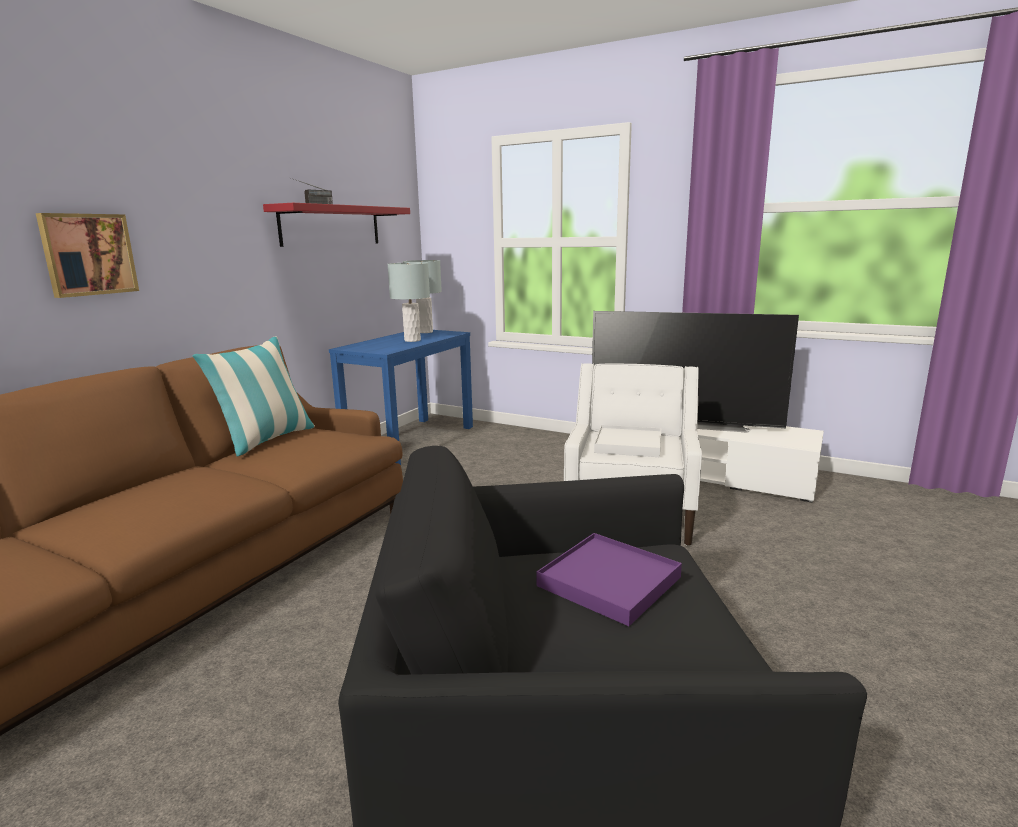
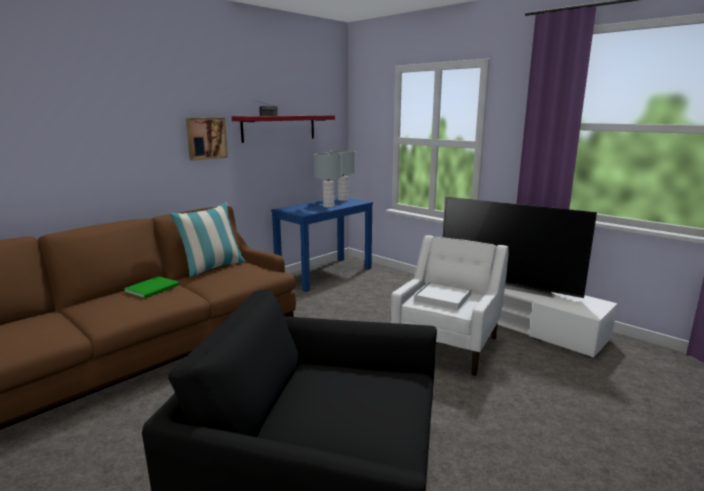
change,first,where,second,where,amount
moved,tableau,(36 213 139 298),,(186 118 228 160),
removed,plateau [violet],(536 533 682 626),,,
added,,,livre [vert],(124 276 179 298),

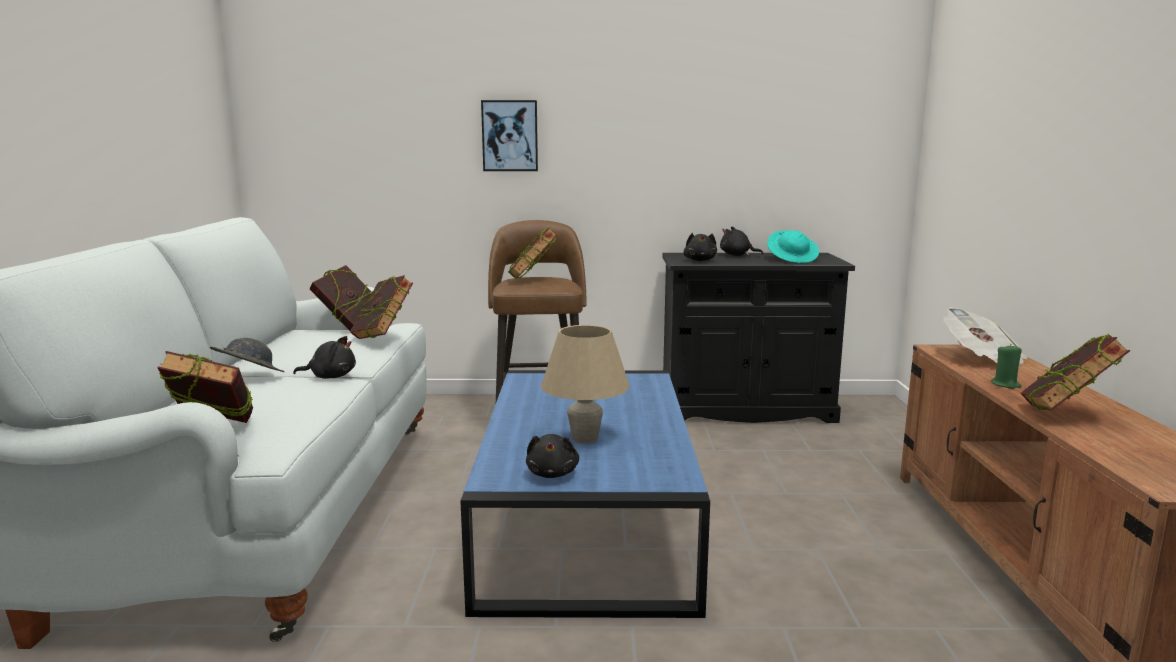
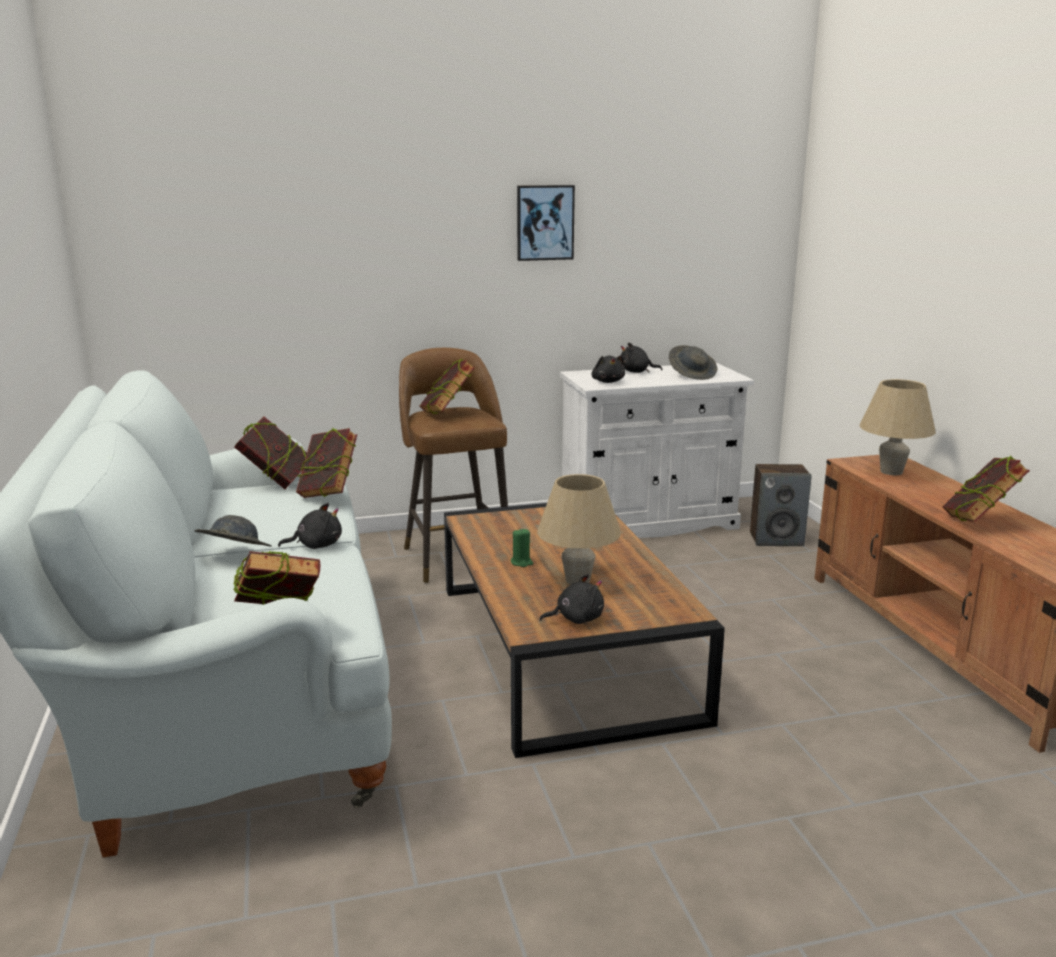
change,first,where,second,where,amount
moved,tableau,(481 100 538 171),,(517 185 575 261),
recoloured,chapeau [turquoise],(767 230 819 263),chapeau [gris],(669 345 717 380),
recoloured,meuble de rangement [noir],(662 253 855 423),meuble de rangement [blanc],(560 363 754 538),
replaced,journal,(943 307 1027 369),lampe de table [beige],(859 379 936 475),
moved,bougie [vert],(991 344 1022 389),,(511 528 533 567),
recoloured,table basse [bleu],(460 370 710 618),table basse [marron],(444 503 725 758),
turned,peluche [noir],(526 434 579 478),,(539 574 604 624),90 degrees counterclockwise
added,,,enceinte,(750 464 812 546),

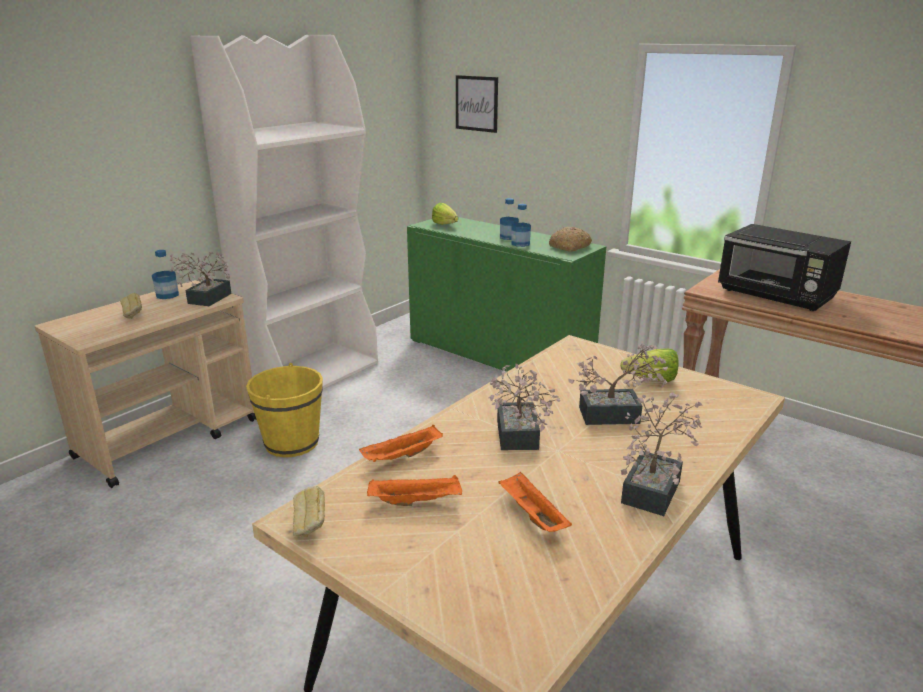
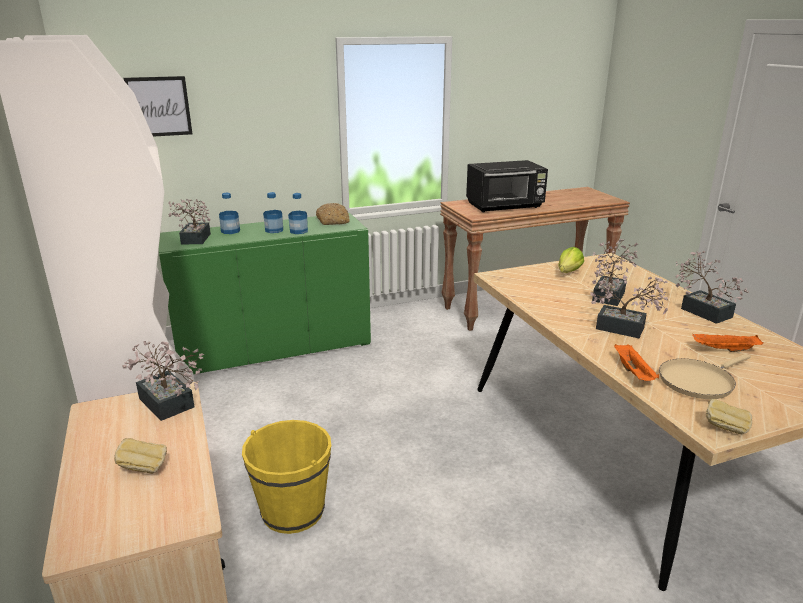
change,first,where,second,where,amount
replaced,laitue,(432 203 458 225),plante en pot,(168 198 211 244),
moved,bouteille,(152 250 179 299),,(219 193 240 234),
replaced,plateau [orange],(367 475 462 506),poêle [beige],(659 354 751 399),

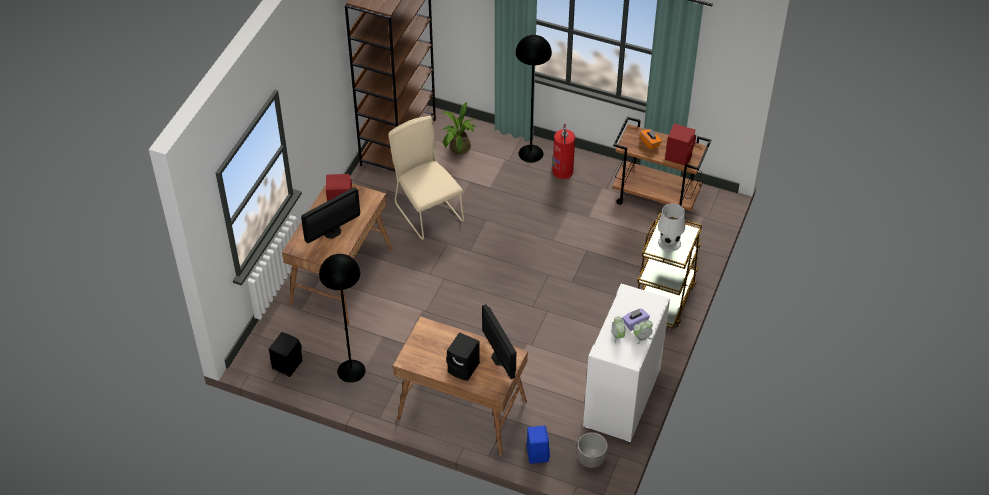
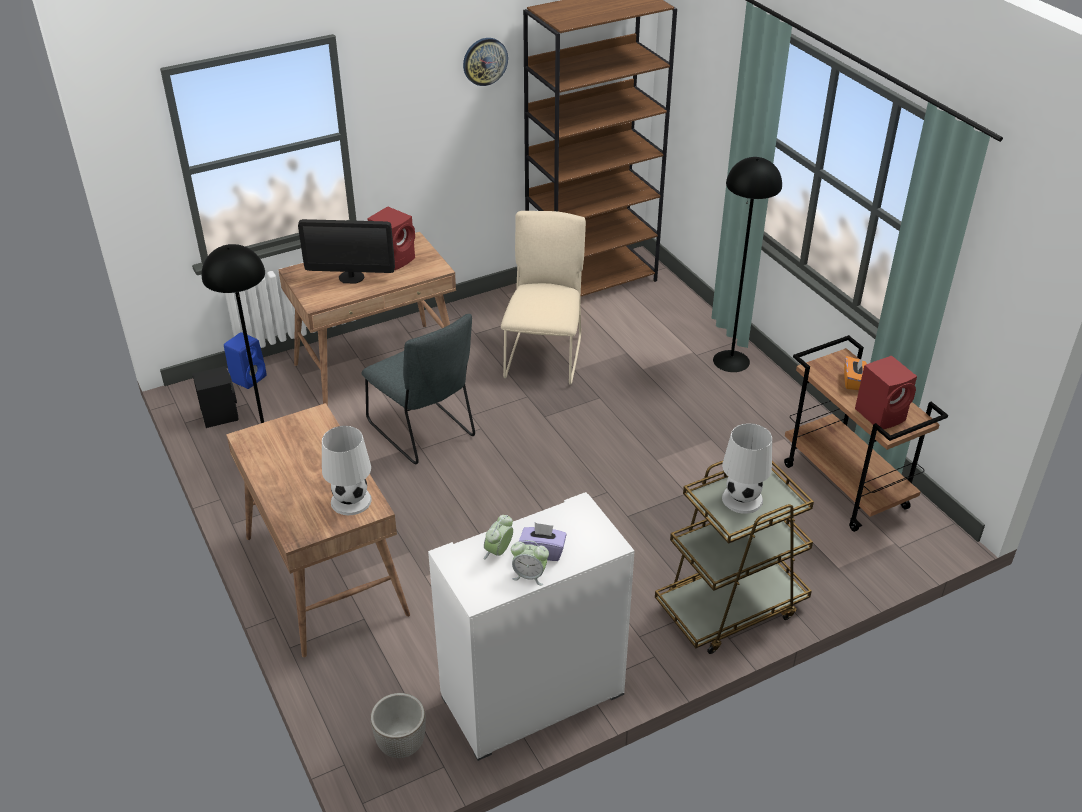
change,first,where,second,where,amount
removed,plante en pot,(442 102 476 155),,,
removed,extincteur,(552 124 575 179),,,
replaced,écran d'ordinateur,(482 304 516 379),lampe de table [blanc],(322 426 372 515),
removed,enceinte [noir],(446 332 480 381),,,
moved,enceinte [bleu],(527 426 550 464),,(224 332 267 389),
added,,,horloge murale,(463 38 508 86),
added,,,chaise [gris],(361 314 475 464),

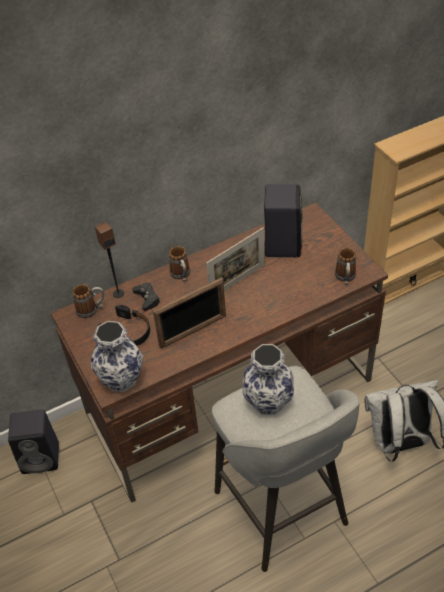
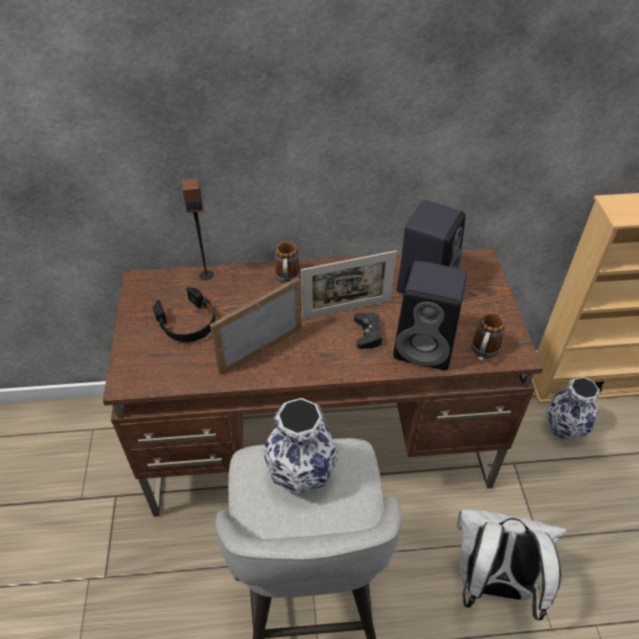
change,first,where,second,where,amount
turned,cadre photo,(153 277 226 349),,(210 277 302 375),150 degrees clockwise
moved,manette [noir],(132 282 161 311),,(354 312 383 349),
removed,mug,(72 284 104 318),,,
moved,vase,(90 321 143 392),,(546 377 600 441),
moved,enceinte [noir],(8 409 59 474),,(393 261 467 370),

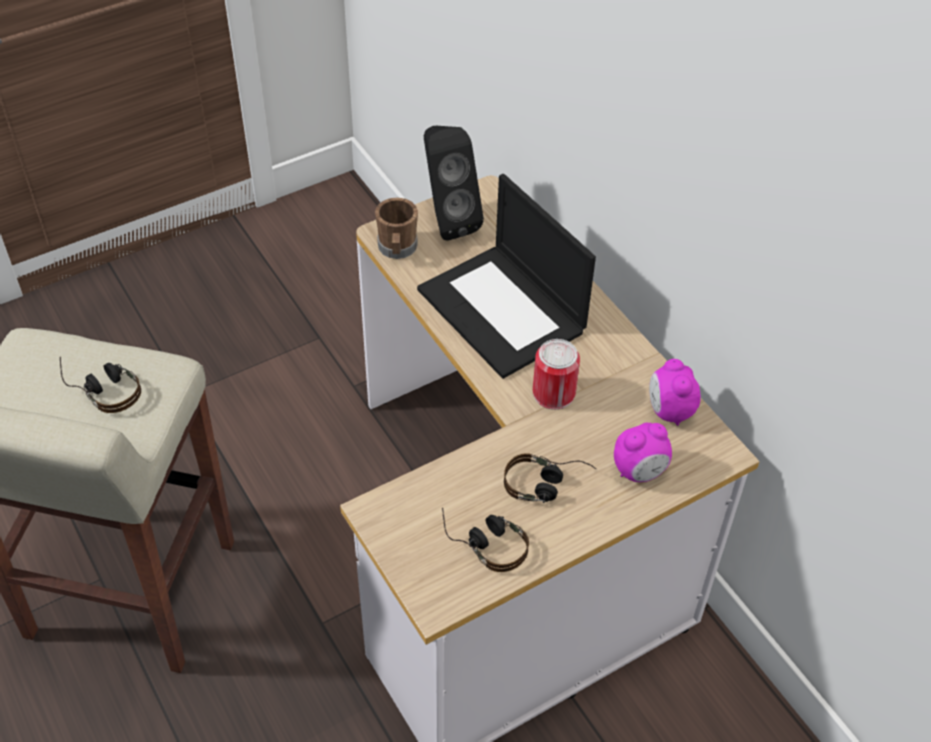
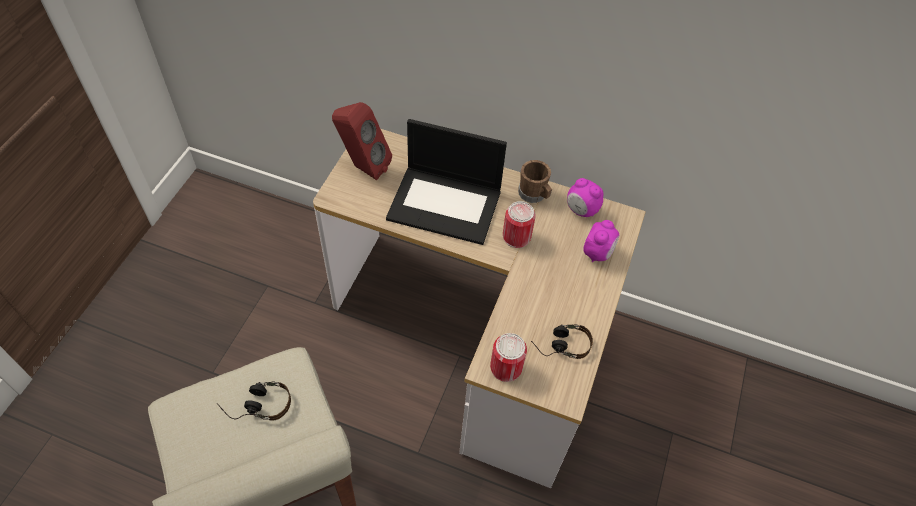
change,first,where,second,where,amount
recoloured,enceinte [noir],(424 126 484 241),enceinte [rouge],(332 102 392 180),
moved,mug [marron],(375 197 418 259),,(518 160 552 203),
removed,casque audio,(504 453 596 503),,,
added,,,boîte métallique,(490 333 527 382),

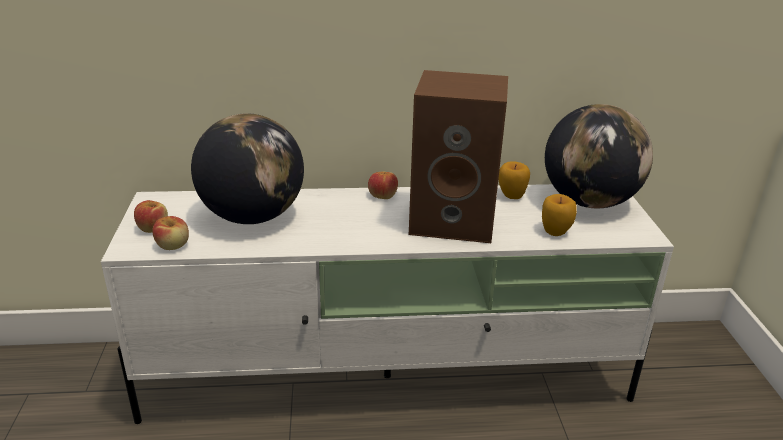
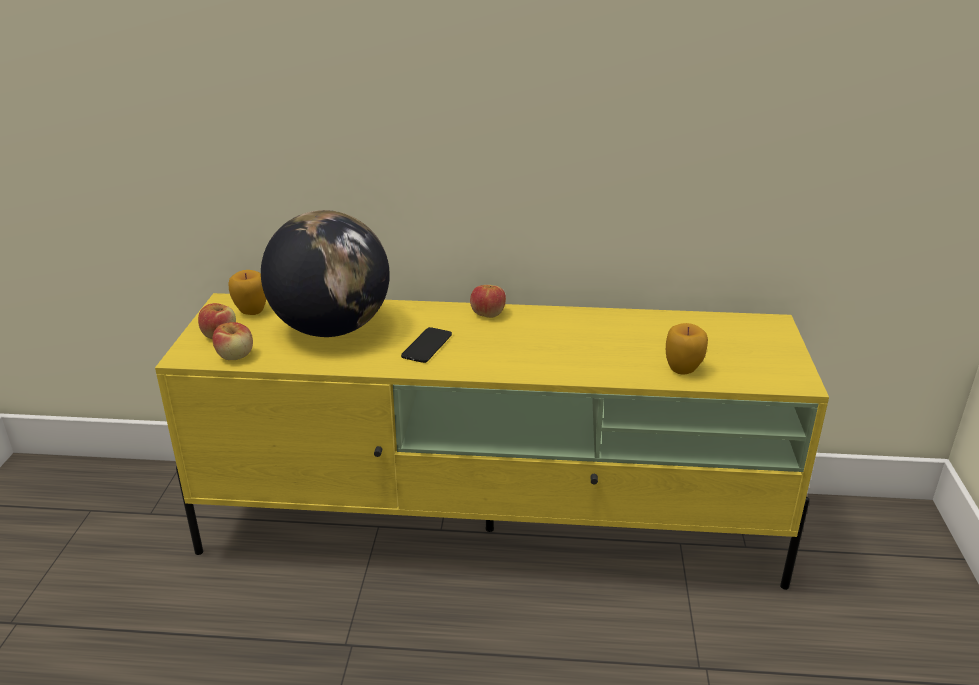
change,first,where,second,where,amount
removed,enceinte [marron],(409 70 508 243),,,
removed,globe,(545 104 653 208),,,
moved,pomme,(499 161 530 199),,(228 270 266 315),
recoloured,meuble télé [blanc],(101 184 674 424),meuble télé [jaune],(155 293 829 590),
added,,,téléphone,(401 327 452 363),

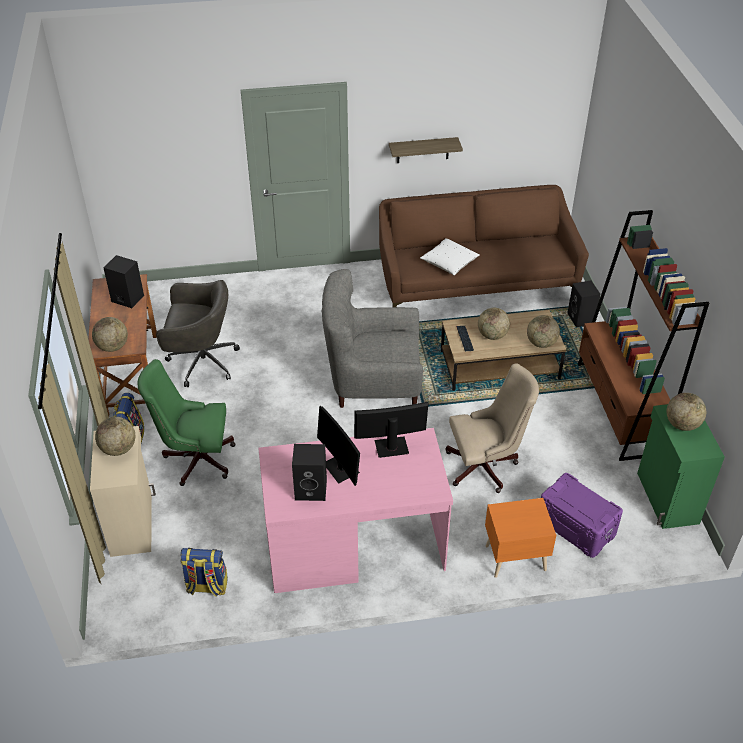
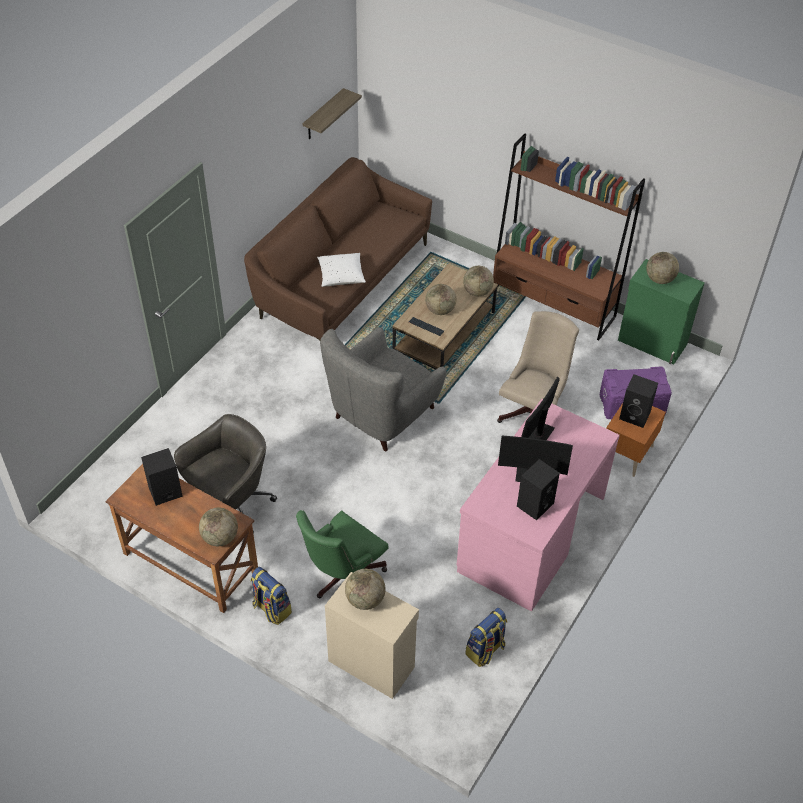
change,first,where,second,where,amount
moved,étagère,(389 137 463 163),,(303 88 362 139),
moved,enceinte [noir],(567 280 600 327),,(619 374 658 428),

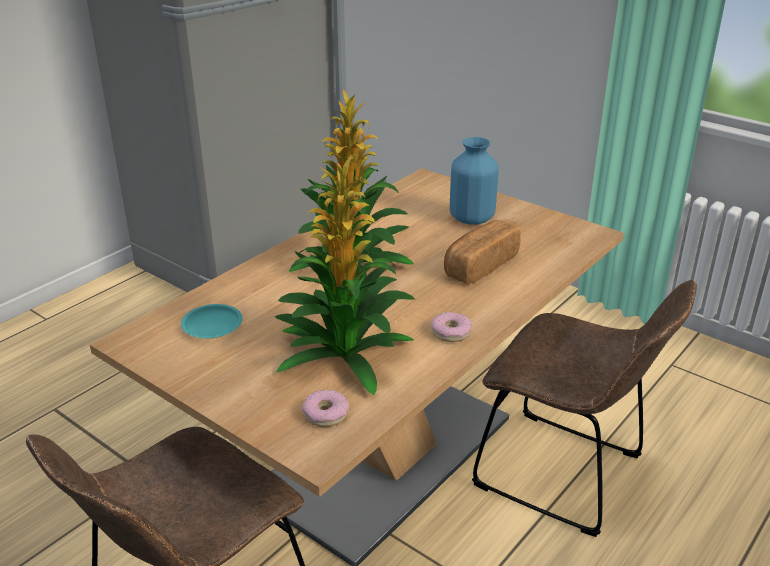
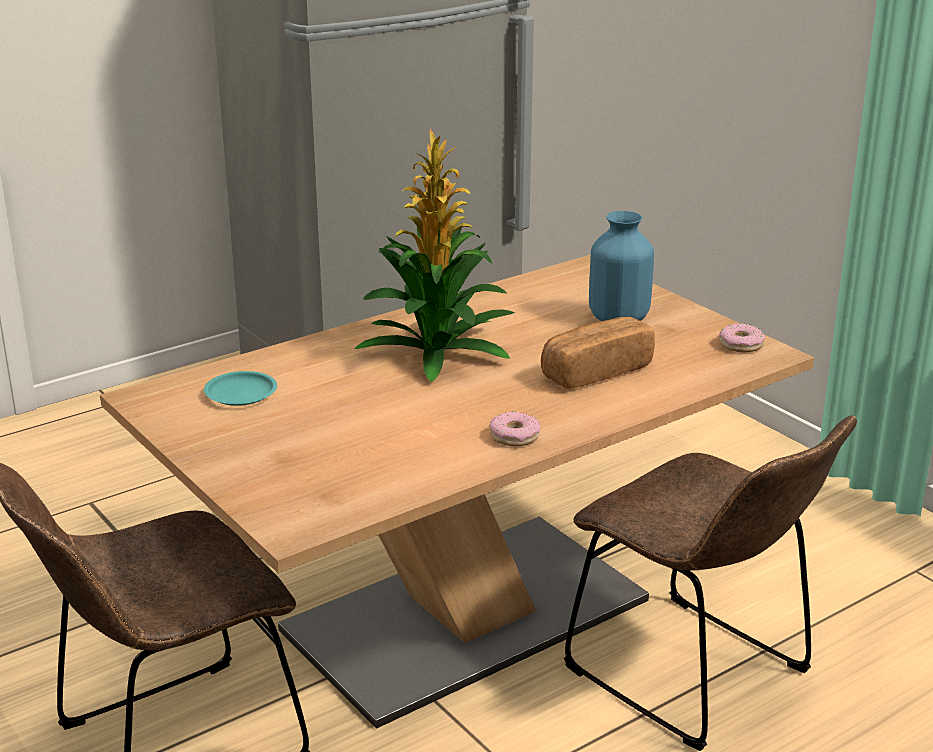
change,first,where,second,where,amount
removed,plante en pot,(274 154 415 395),,,
moved,beignet,(302 390 349 427),,(719 323 765 352),

